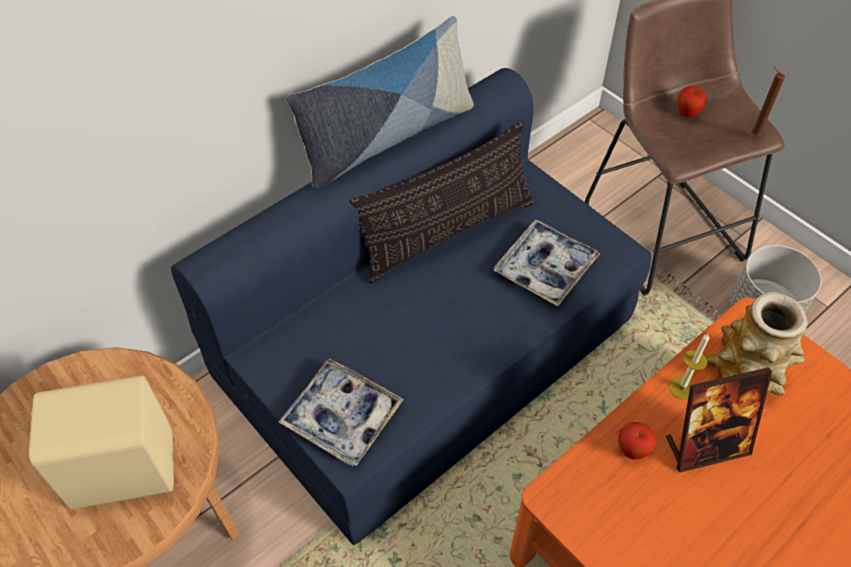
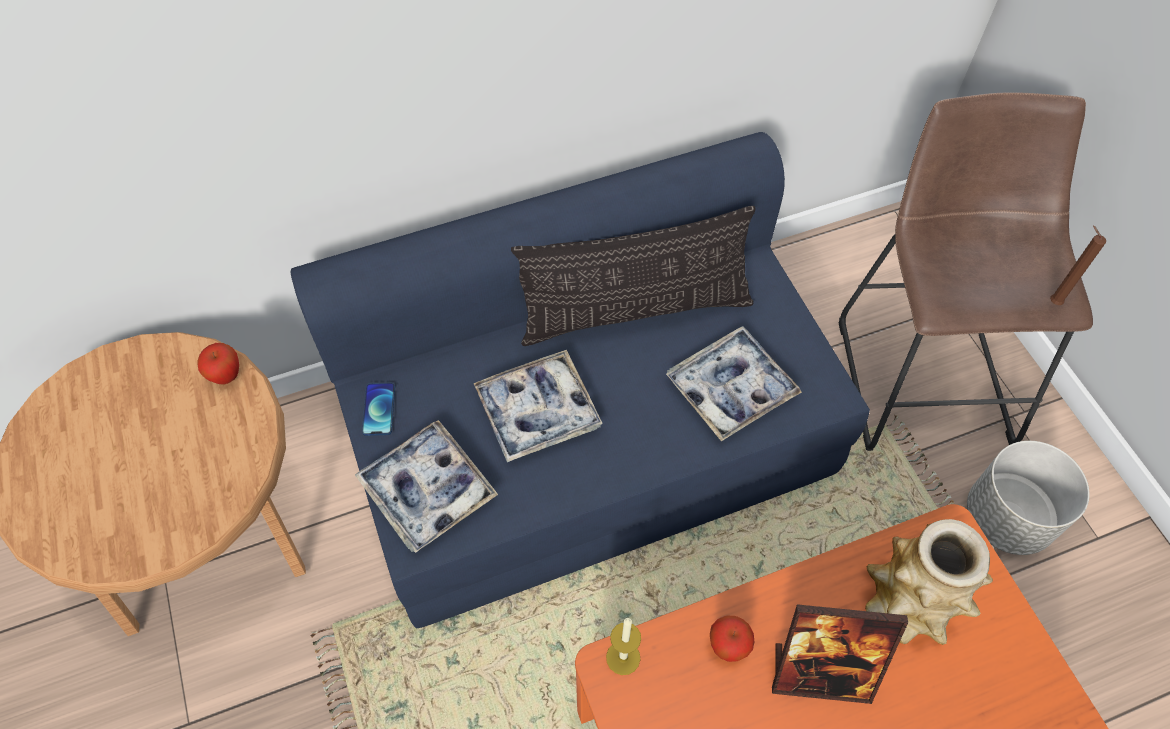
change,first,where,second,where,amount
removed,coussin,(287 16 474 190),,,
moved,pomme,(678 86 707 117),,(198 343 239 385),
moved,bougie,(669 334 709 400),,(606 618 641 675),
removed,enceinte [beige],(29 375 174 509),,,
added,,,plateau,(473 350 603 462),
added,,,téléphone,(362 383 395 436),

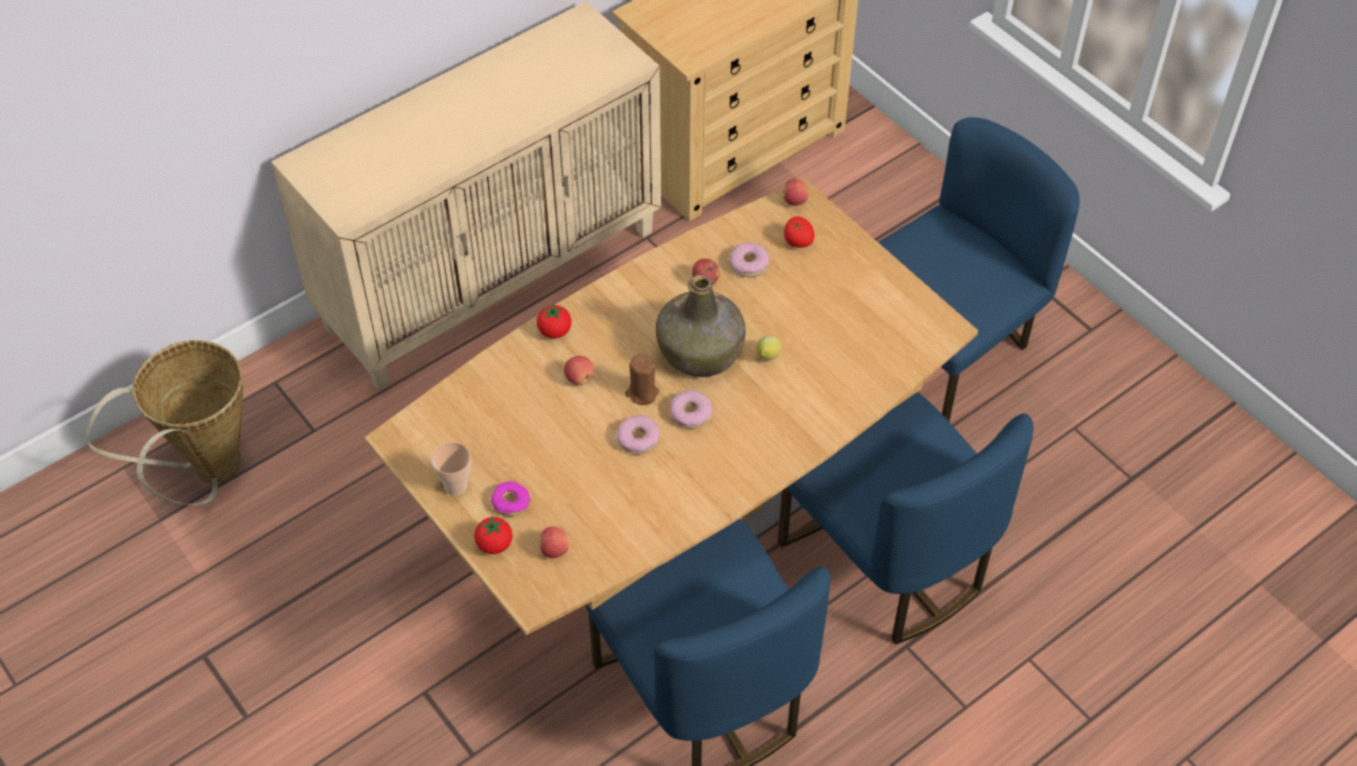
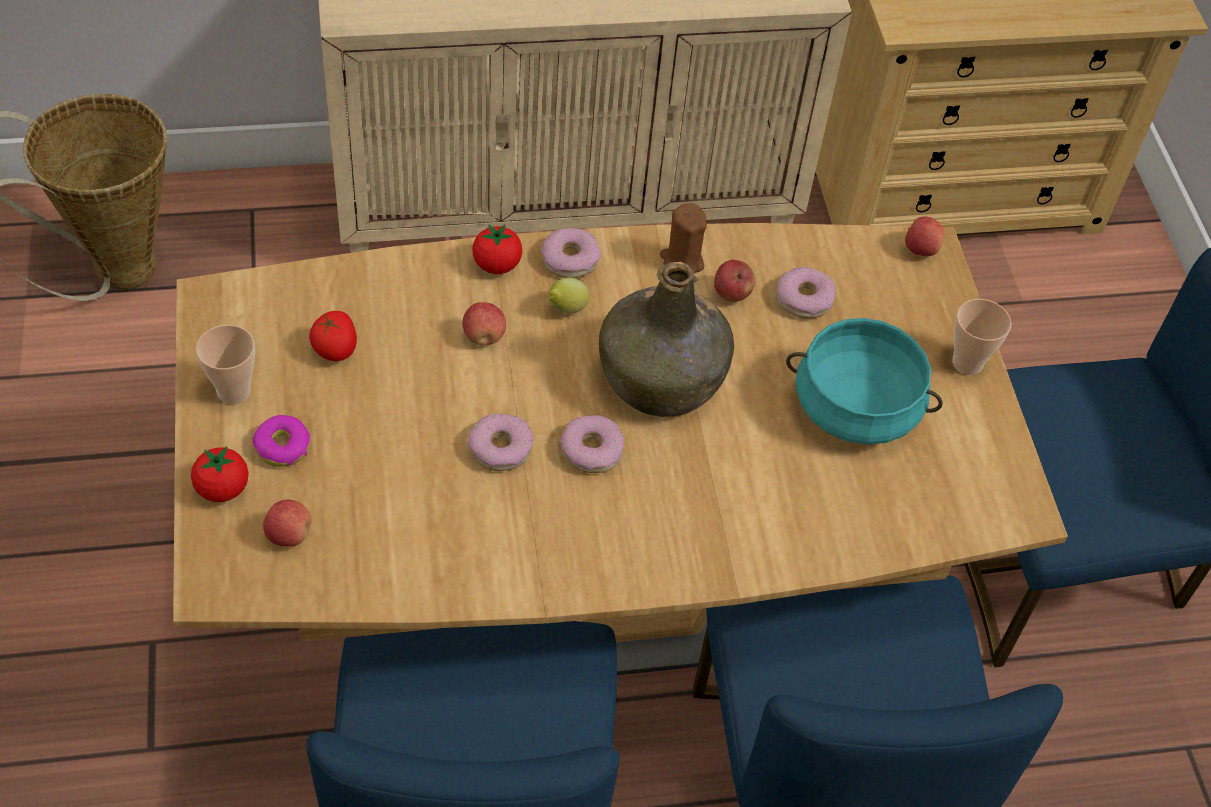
change,first,where,second,where,amount
moved,tomate,(784 216 814 248),,(309 311 357 361),
moved,citron,(756 336 782 361),,(548 278 589 314),
moved,bougie [marron],(625 354 659 405),,(660 203 707 273),
added,,,beignet,(541 228 600 278),
added,,,tasse,(952 299 1011 375),
added,,,marmite [turquoise],(786 318 943 445),

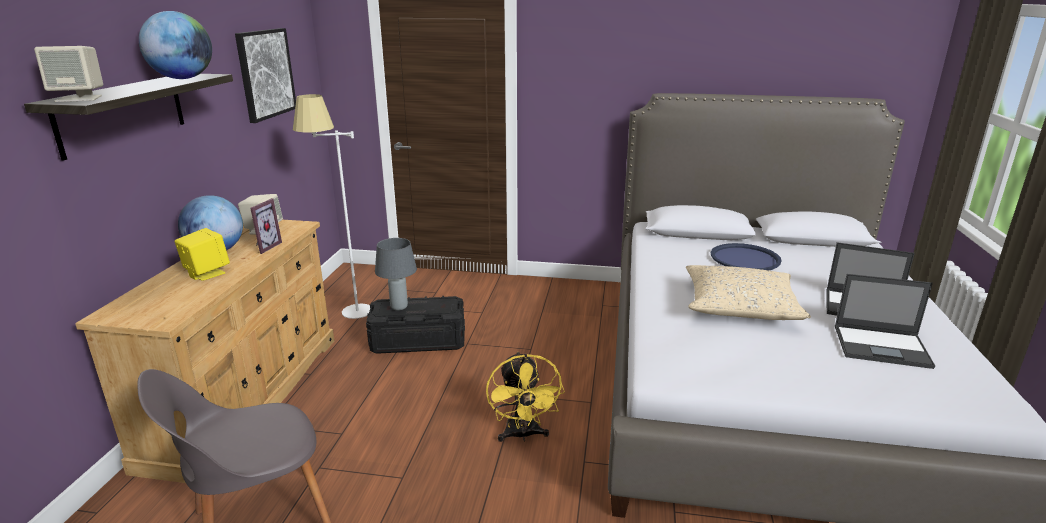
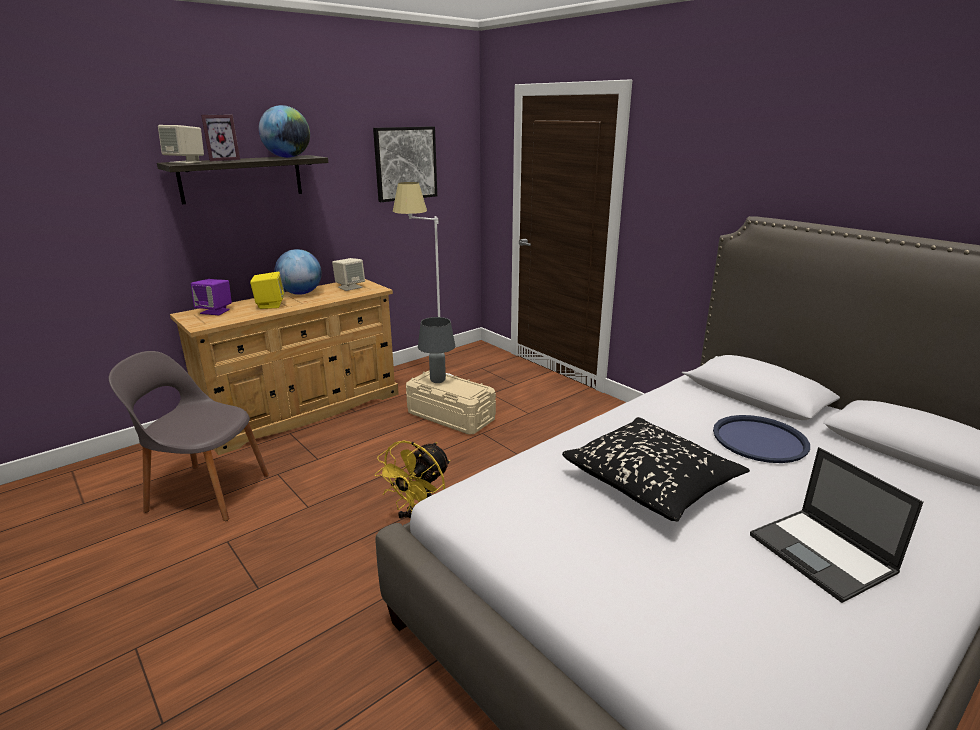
change,first,where,second,where,amount
moved,cadre photo,(250 198 282 254),,(201 115 240 161),
recoloured,coussin [beige],(686 265 811 320),coussin [noir],(562 417 750 522),
removed,ordinateur portable,(835 274 935 369),,,
recoloured,boîte de rangement [noir],(366 296 465 354),boîte de rangement [beige],(406 370 496 435),
added,,,enceinte [violet],(191 279 232 315),

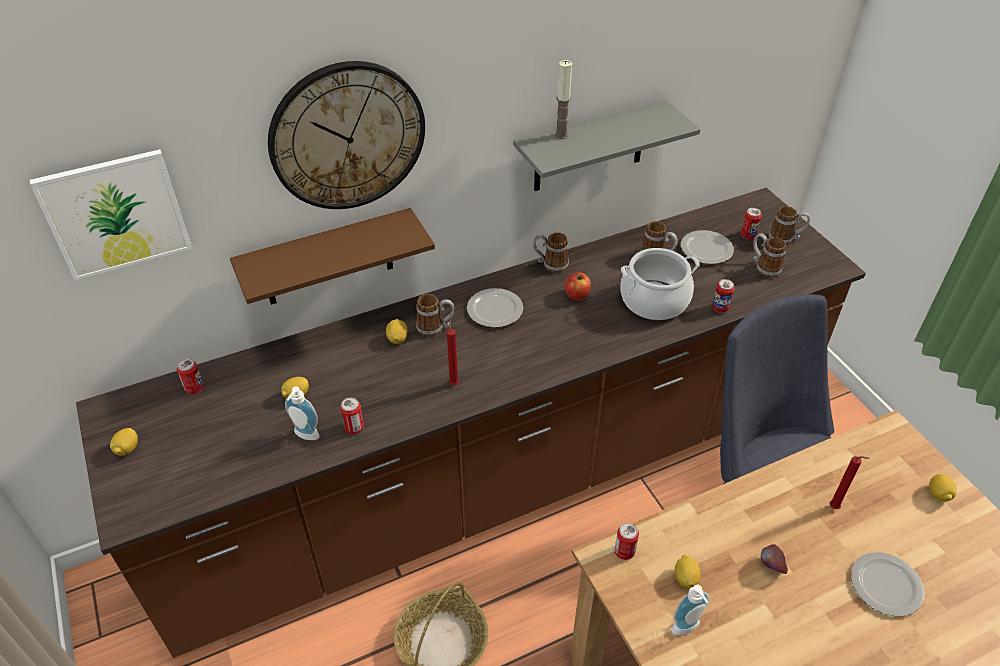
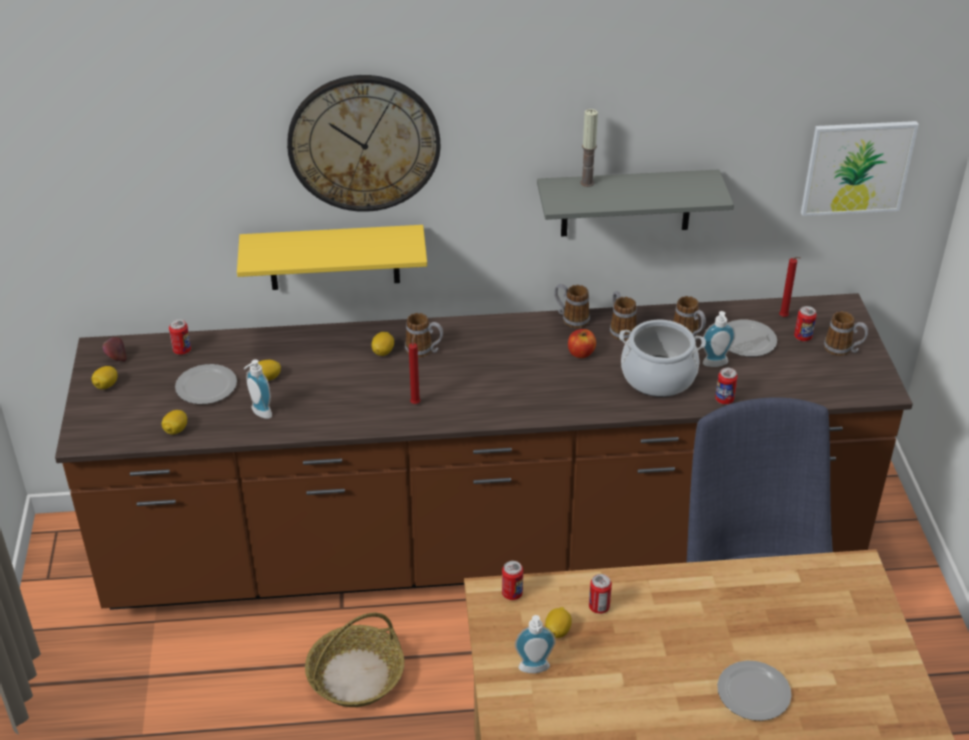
change,first,where,second,where,amount
moved,tableau,(30 149 192 280),,(801 121 919 216),
recoloured,étagère [marron],(230 208 435 305),étagère [jaune],(237 225 427 290),
moved,mug,(753 233 786 278),,(610 291 637 341),
moved,assiette,(467 288 523 328),,(175 364 237 404),
moved,boîte métallique,(340 398 364 434),,(589 574 612 614),
moved,bougie [rouge],(830 456 870 509),,(779 257 801 317),
moved,citron,(929 474 957 502),,(161 410 187 435),
moved,pomme,(761 544 788 574),,(102 337 127 362),
added,,,distributeur de savon,(703 311 735 367),

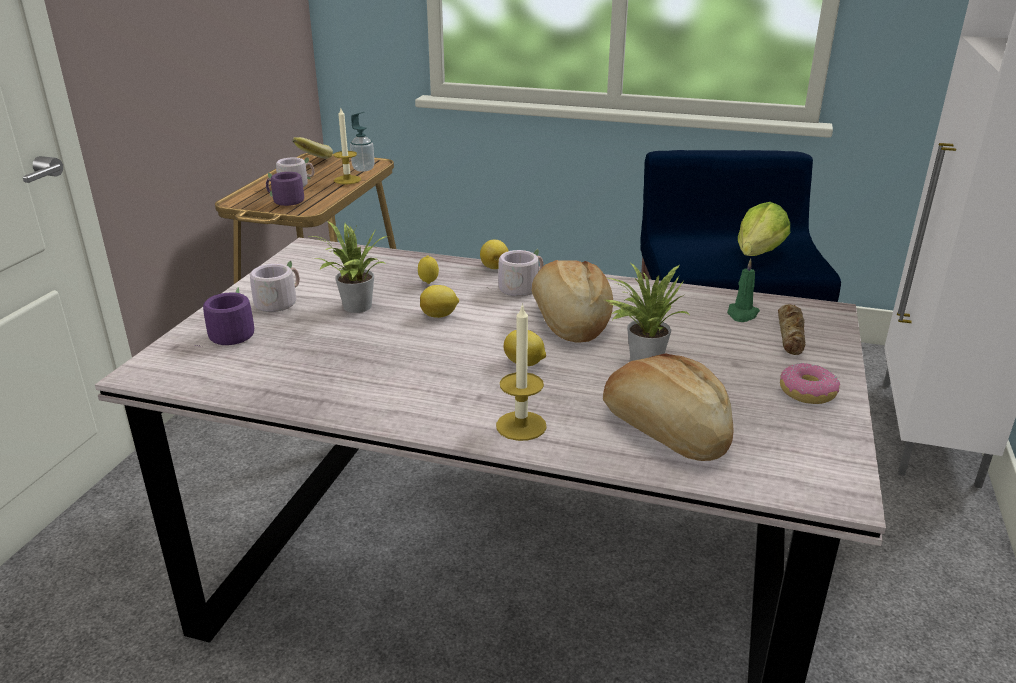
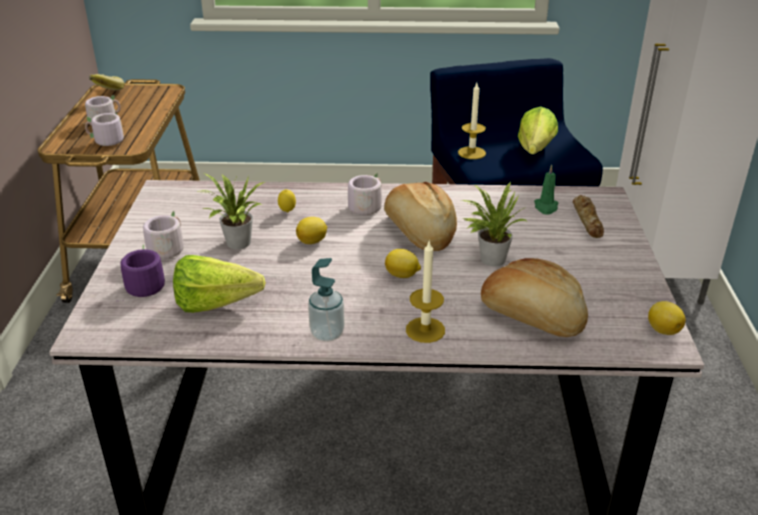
change,first,where,second,where,amount
moved,bougie,(334 108 361 184),,(458 83 486 159),
moved,distributeur de savon,(350 112 375 172),,(308 258 345 342),
recoloured,mug [violet],(266 172 304 209),mug [gris],(85 113 124 148),
moved,citron,(480 240 508 269),,(648 301 686 335),
removed,beignet,(780 363 840 404),,,
added,,,laitue,(173 255 266 313),

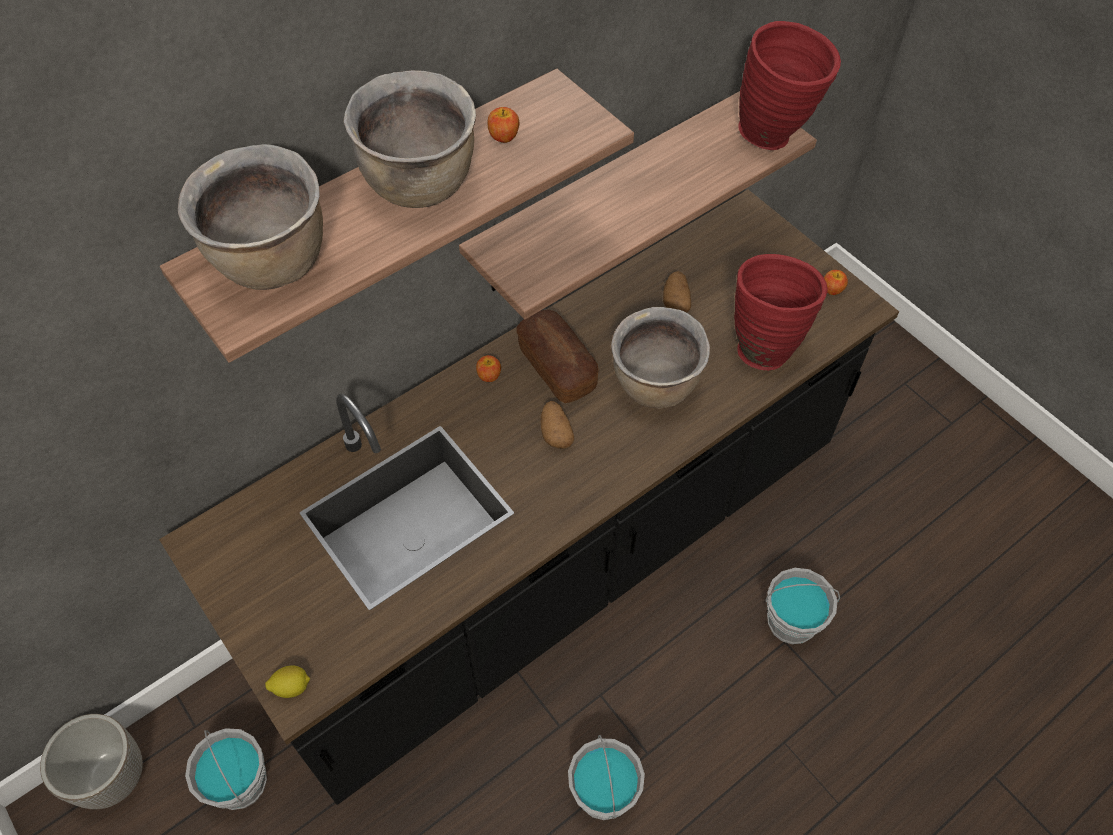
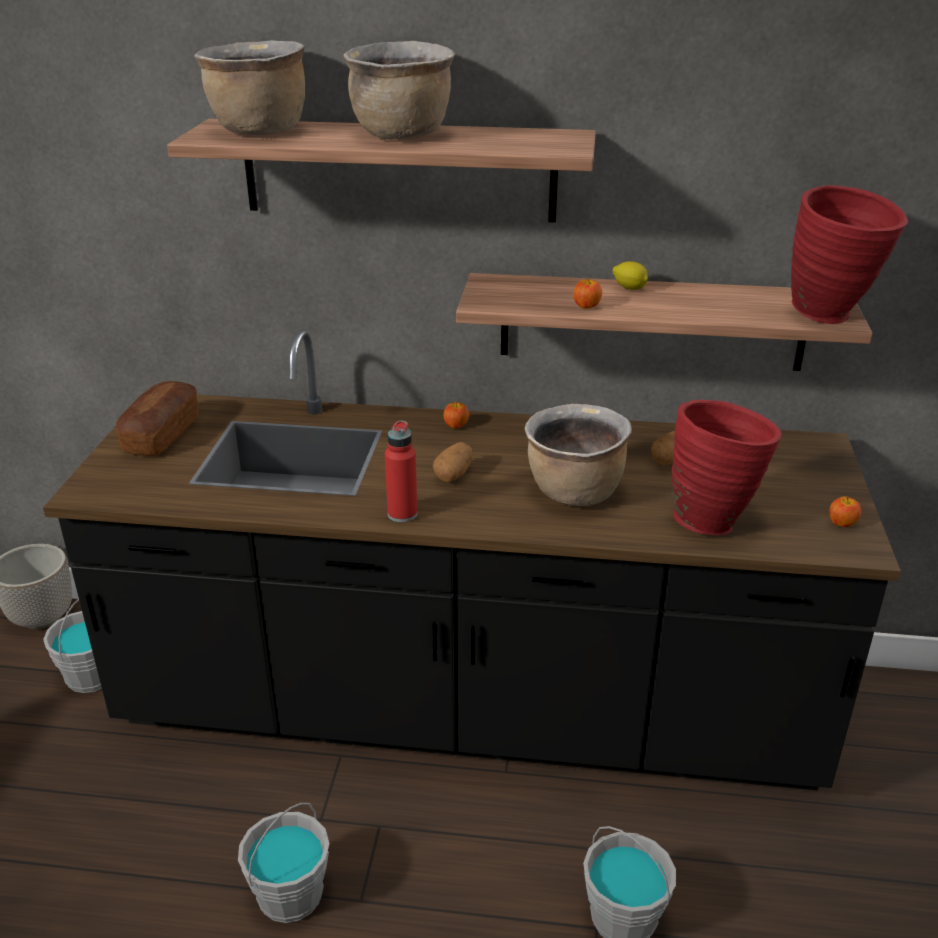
change,first,where,second,where,amount
moved,pomme,(487 107 519 143),,(573 277 602 309),
moved,pain,(516 309 598 403),,(116 381 198 456),
moved,citron,(265 666 310 698),,(613 261 648 290),
added,,,bouteille [rouge],(385 421 418 522),

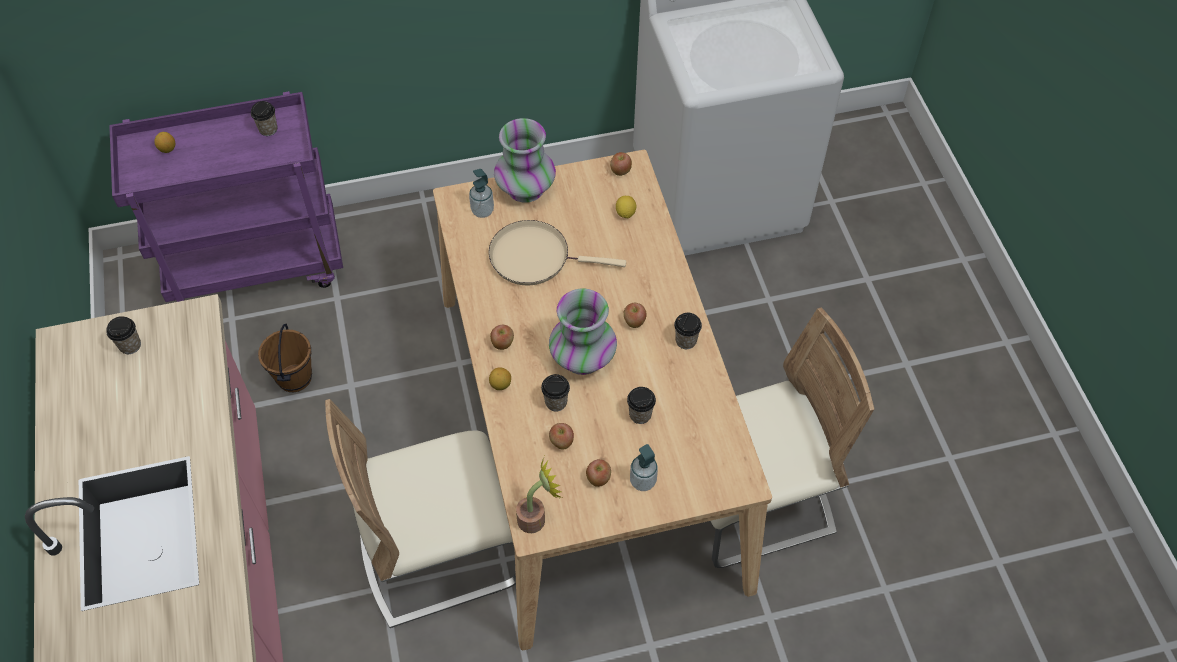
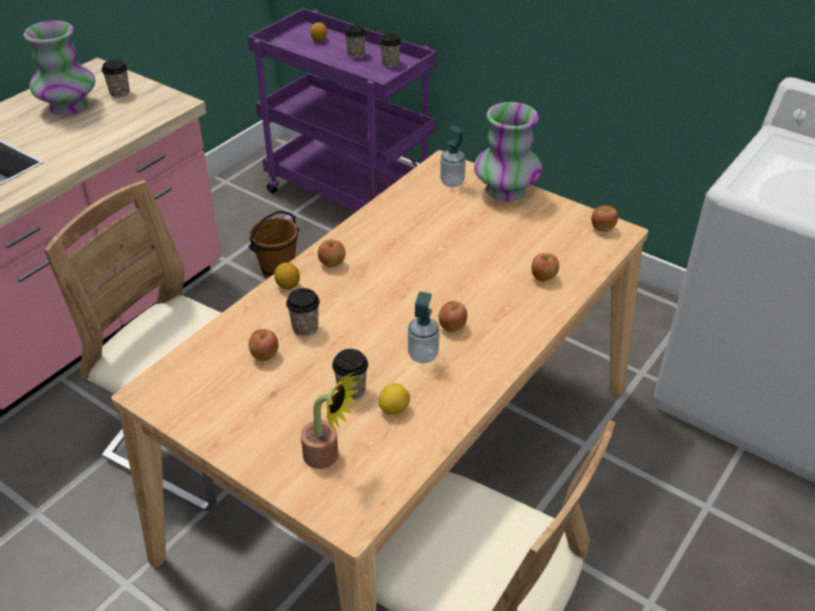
change,first,where,second,where,amount
moved,citron,(616 196 637 218),,(378 383 410 415),
removed,poêle [beige],(489 220 626 285),,,
moved,vase,(549 289 617 375),,(23 21 96 115),
moved,tasse,(674 313 702 349),,(344 25 366 58),
moved,distributeur de savon,(630 444 658 491),,(408 292 440 363),
moved,plante en pot,(516 456 562 533),,(301 372 361 469),
moved,pomme,(586 459 611 487),,(532 253 559 282),

